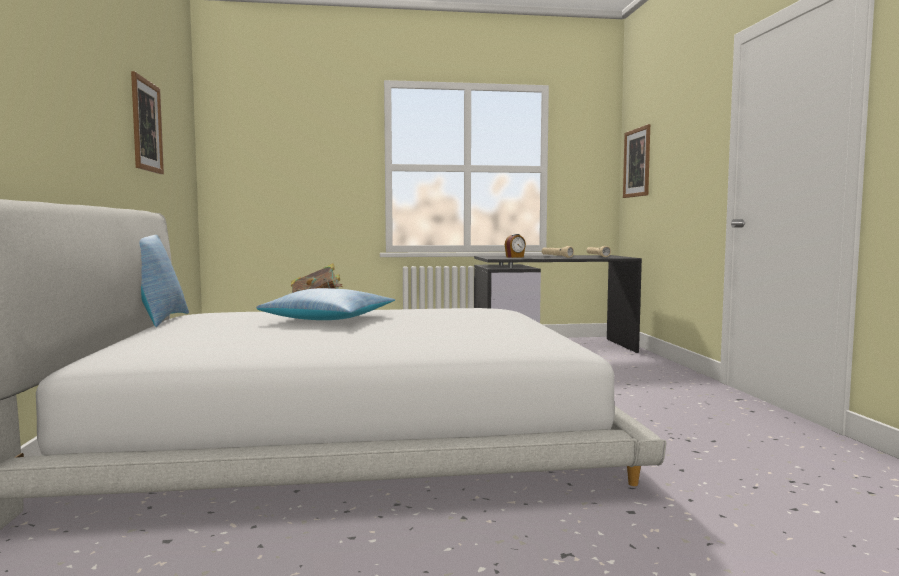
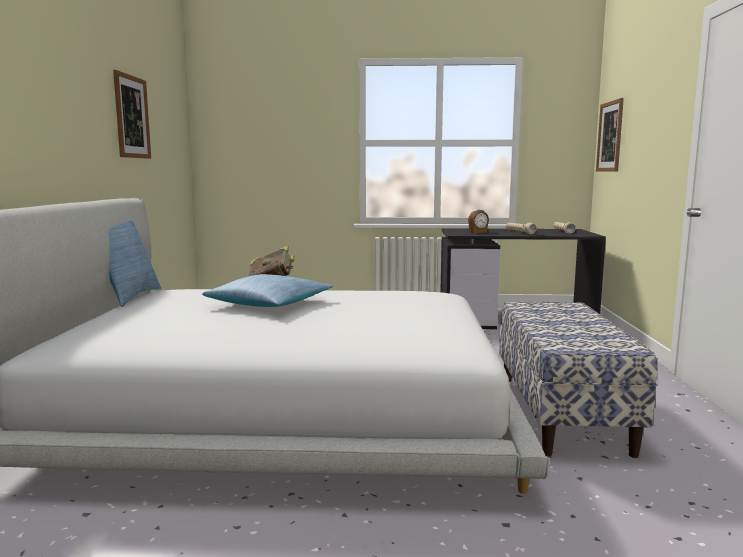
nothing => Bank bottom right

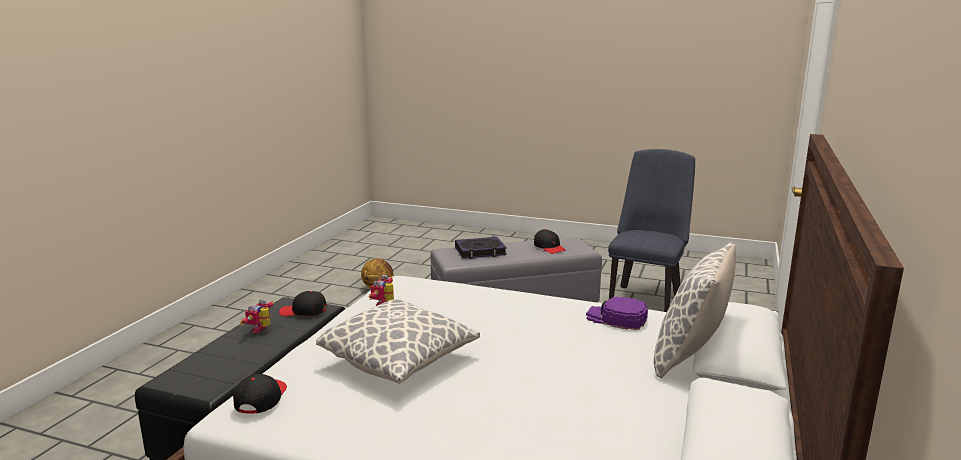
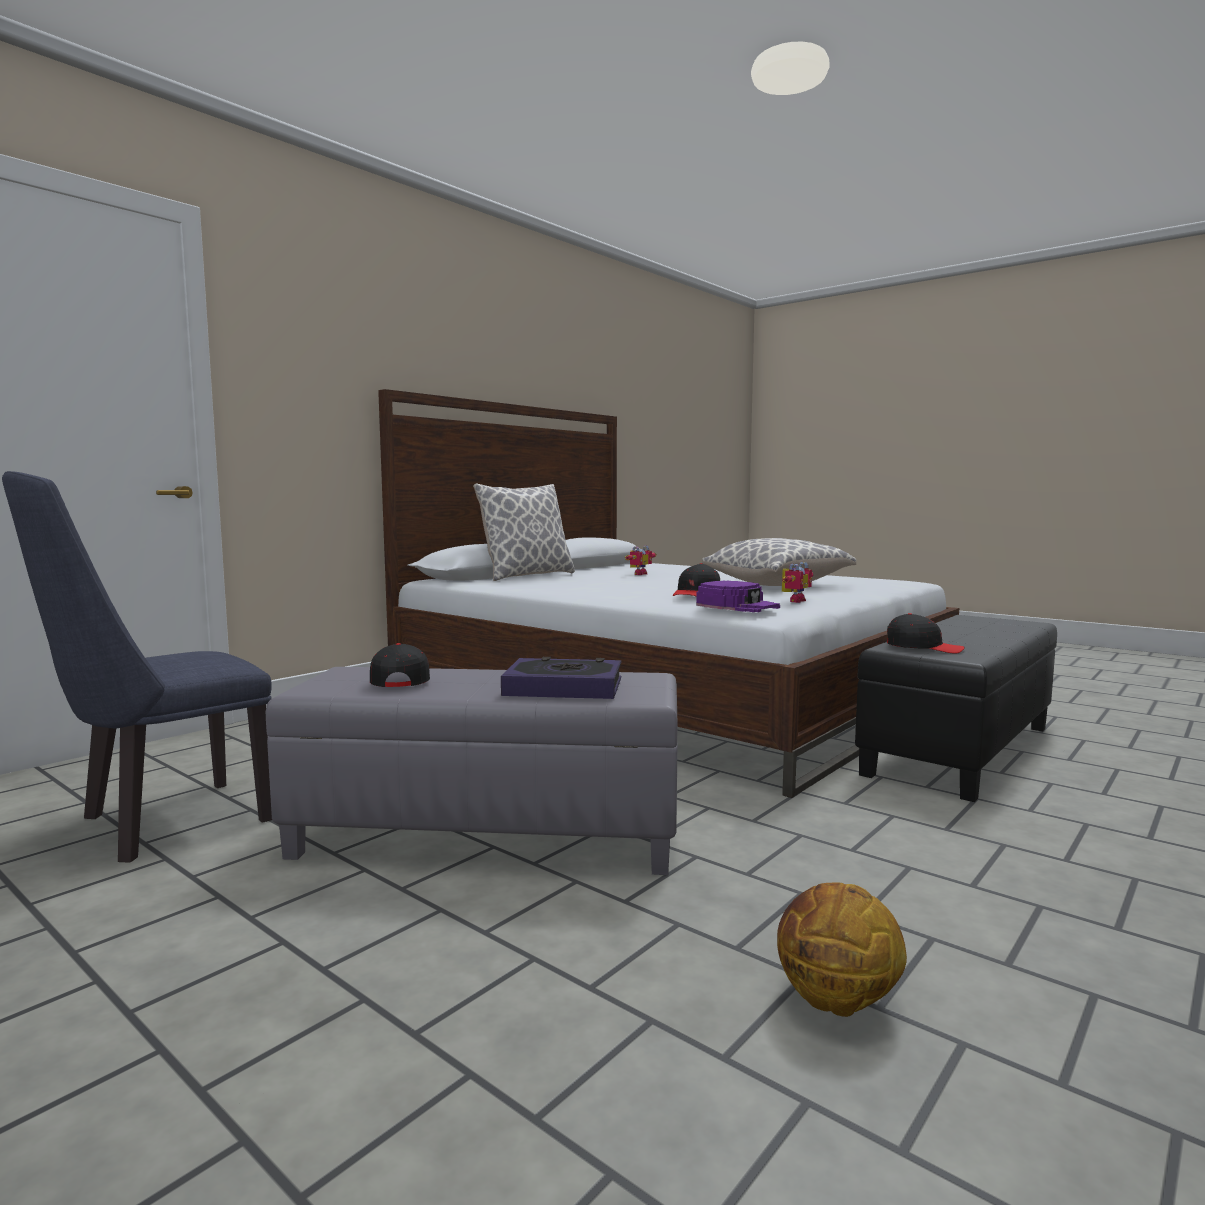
Kappe/schwarz (no. 1 from left in the first image) bottom left => Kappe/schwarz (no. 2 from left) centre, relocated
Spielzeugroboter (no. 1 from left) bottom left => Spielzeugroboter (no. 1 from left) centre, relocated
Kappe/lila bottom centre => Kappe/lila centre, relocated

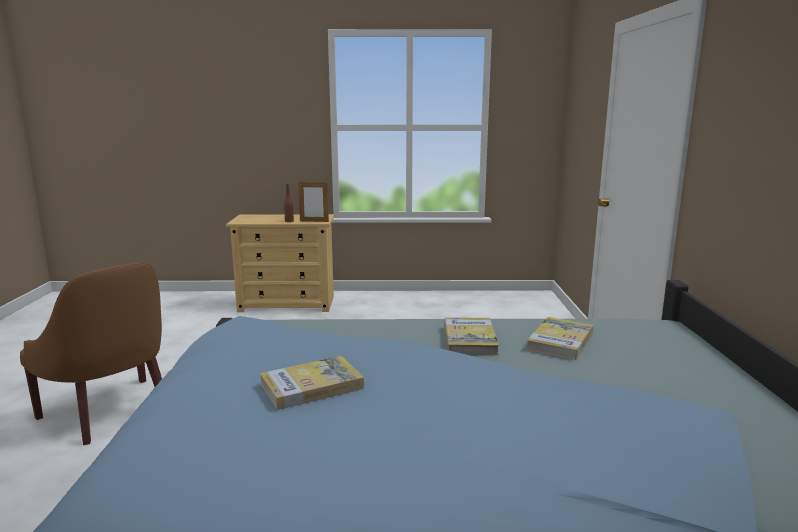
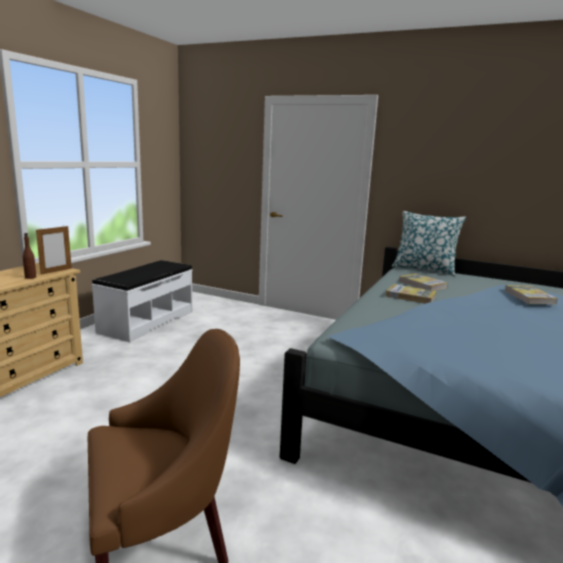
Buch (no. 1 from left in the first image) bottom centre => Buch (no. 3 from left) middle right, relocated
nothing => Bank/weiß middle left
nothing => Kissen middle right

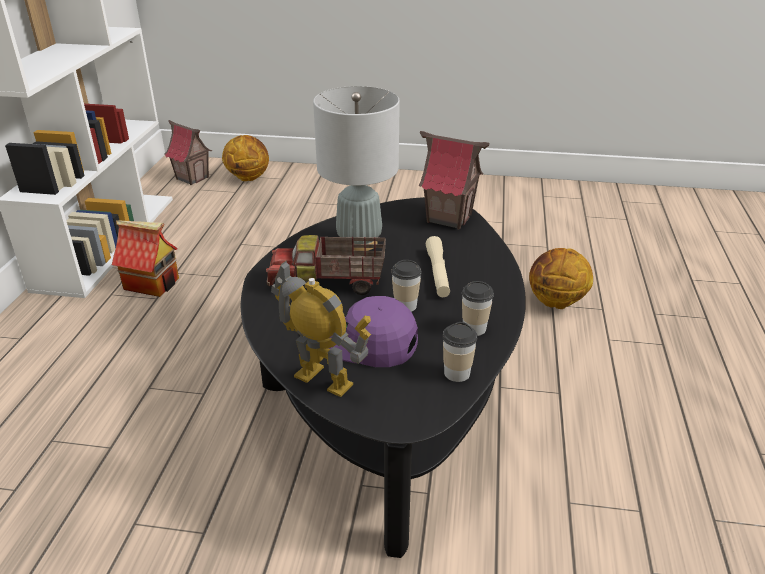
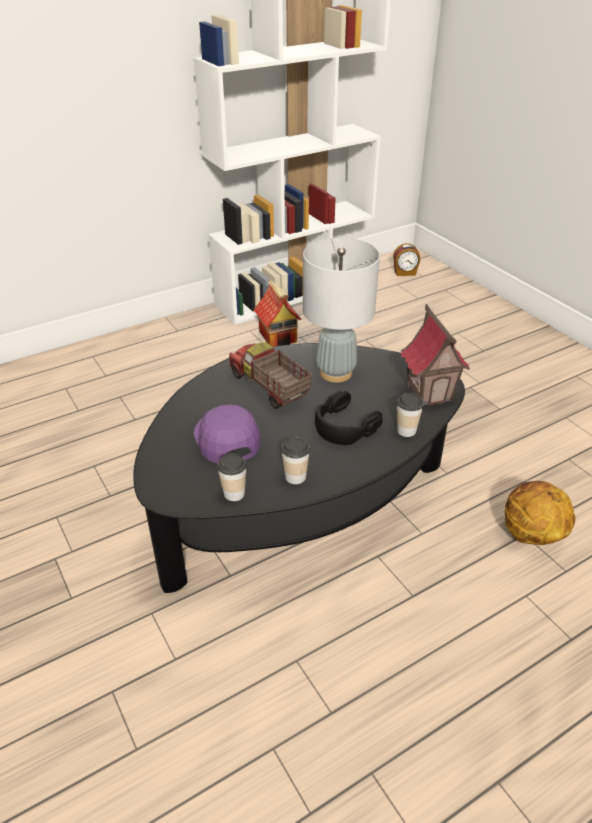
Spielzeughaus (no. 2 from left) top left => Wecker top right
Basketball (no. 1 from left) top left => nothing
Spielzeugroboter centre => nothing
Tasse (no. 1 from left in the first image) centre => Tasse (no. 3 from left) middle right, relocated
Taschenlampe/beige centre => Kopfhörer/schwarz centre

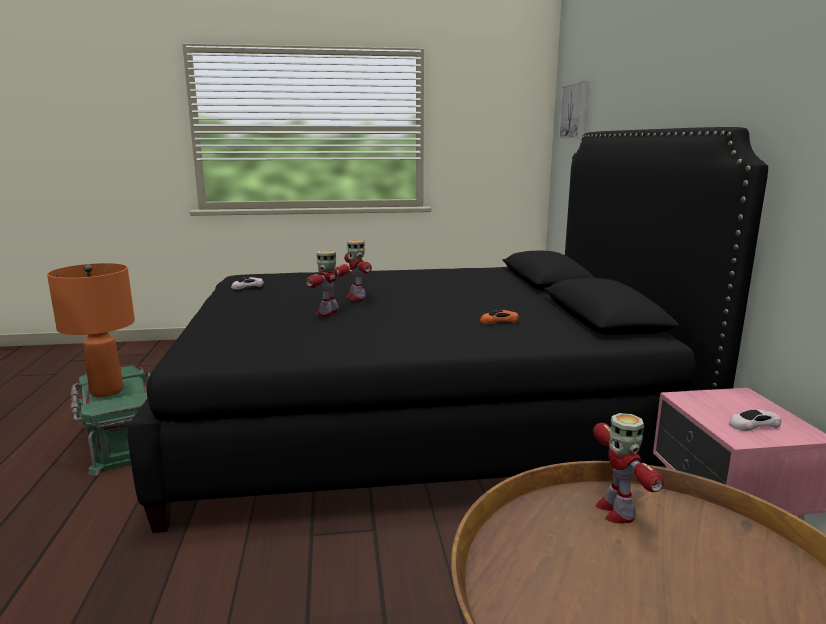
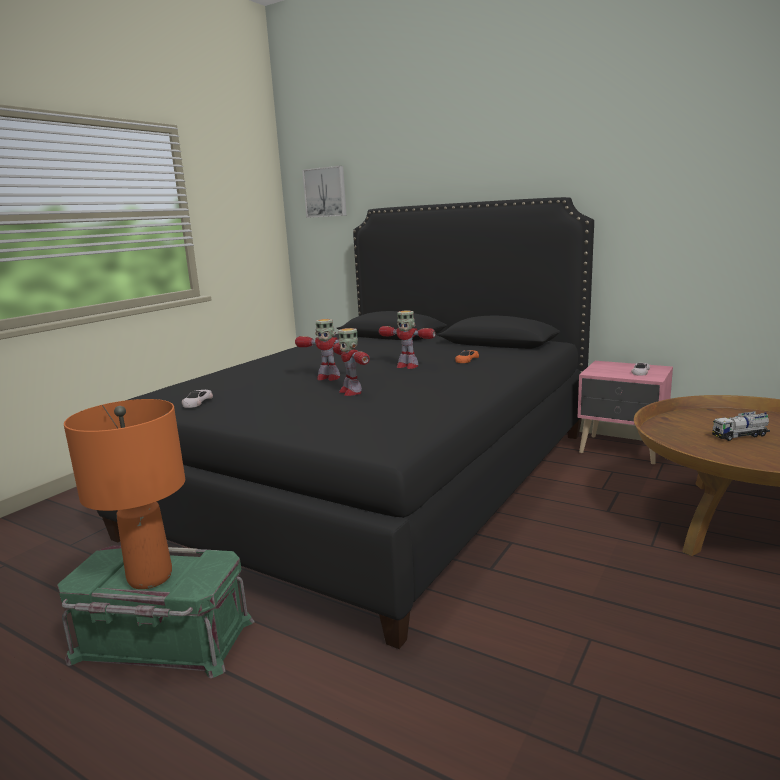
Spielzeugroboter (no. 3 from left) bottom right => Spielzeugroboter (no. 3 from left) centre, relocated
nothing => Spielzeuglaster middle right

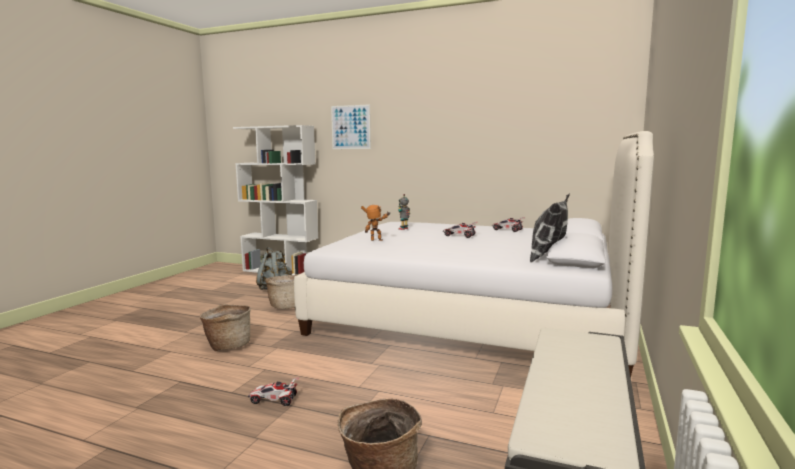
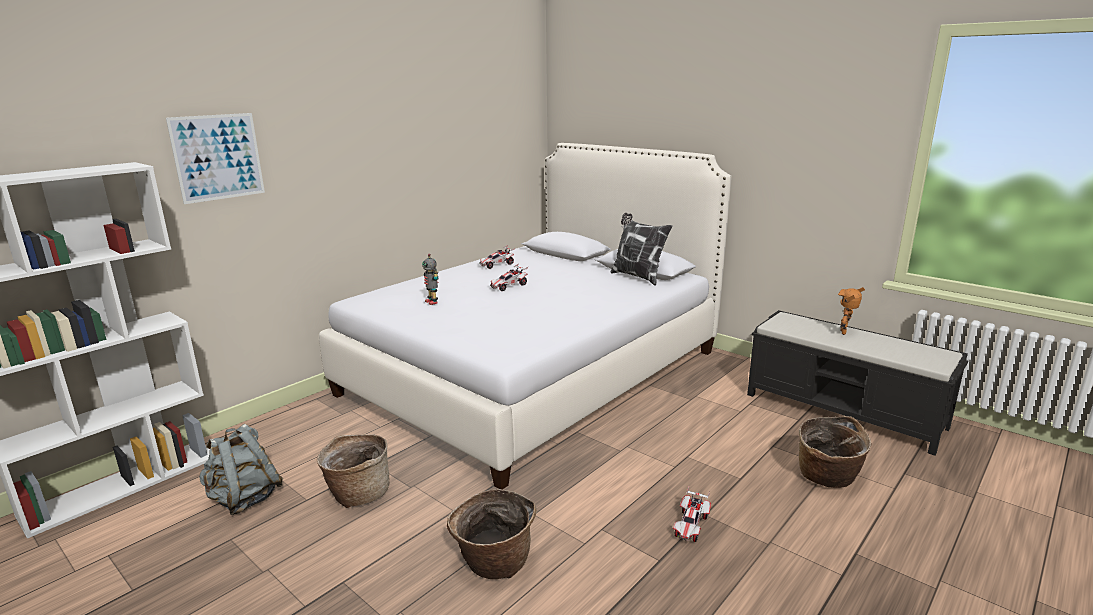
Spielzeugroboter (no. 1 from left in the first image) centre => Spielzeugroboter (no. 2 from left) middle right, relocated

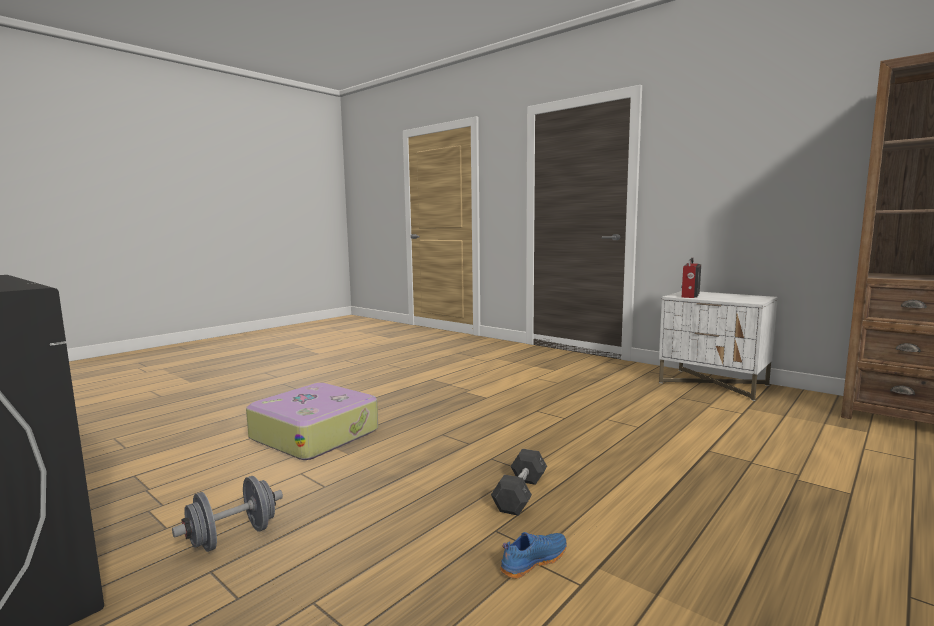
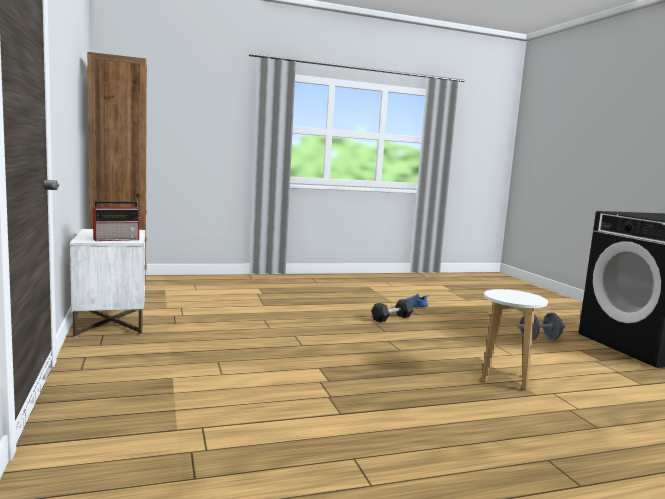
Koffer bottom centre => Hocker/weiß bottom right

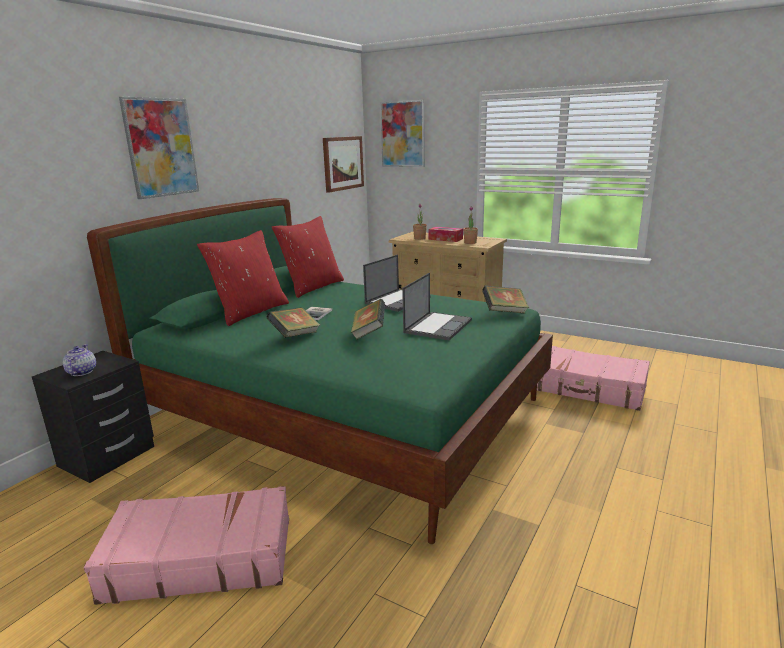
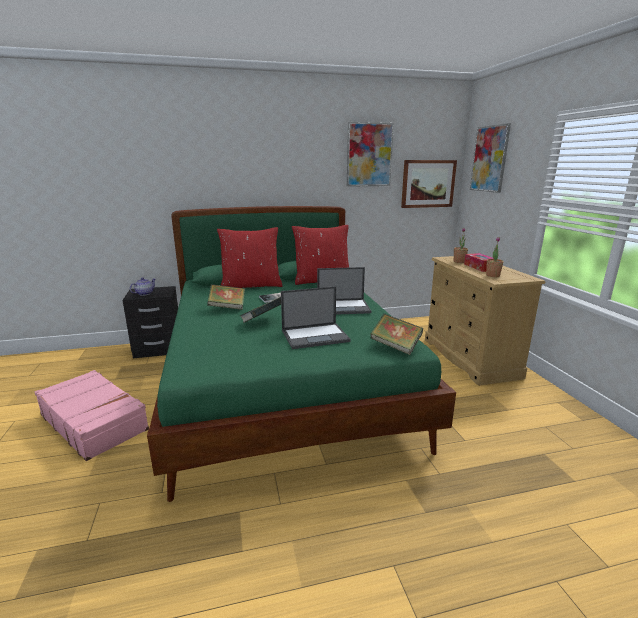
Bild (no. 1 from left) top left => Bild (no. 1 from left) top centre, relocated
Koffer/rosa (no. 2 from left) middle right => nothing

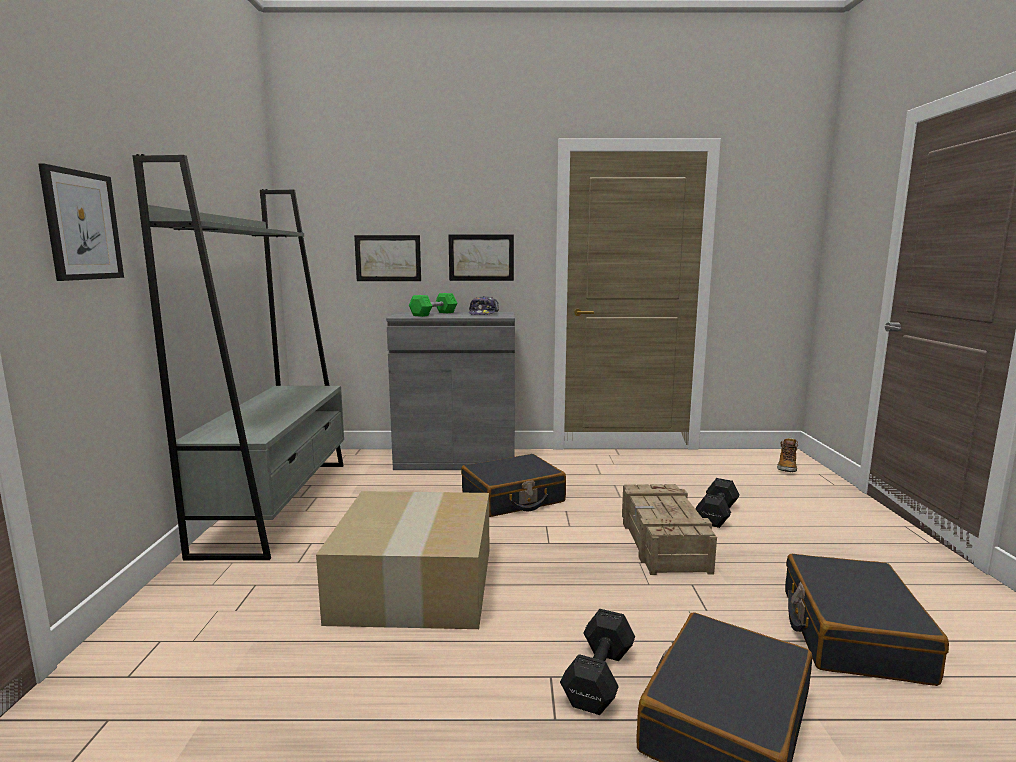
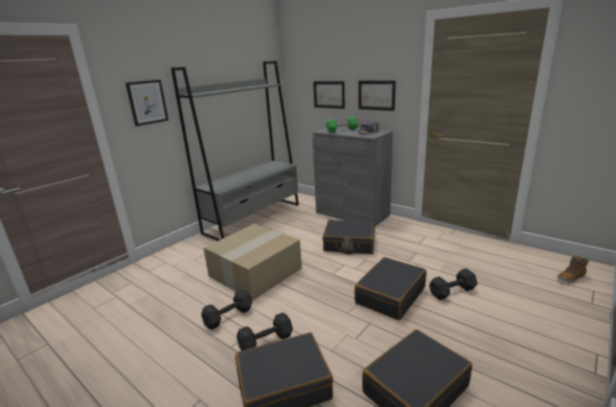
Kiste bottom centre => Koffer/schwarz (no. 3 from left) bottom centre
nothing => Hantel/schwarz (no. 1 from left) bottom centre

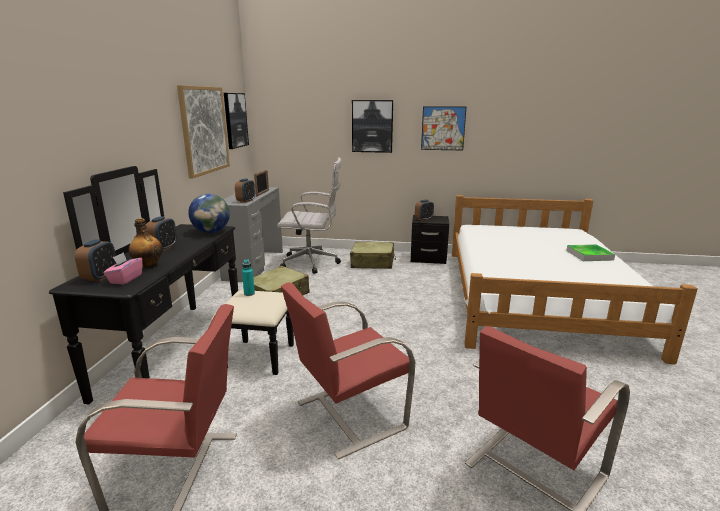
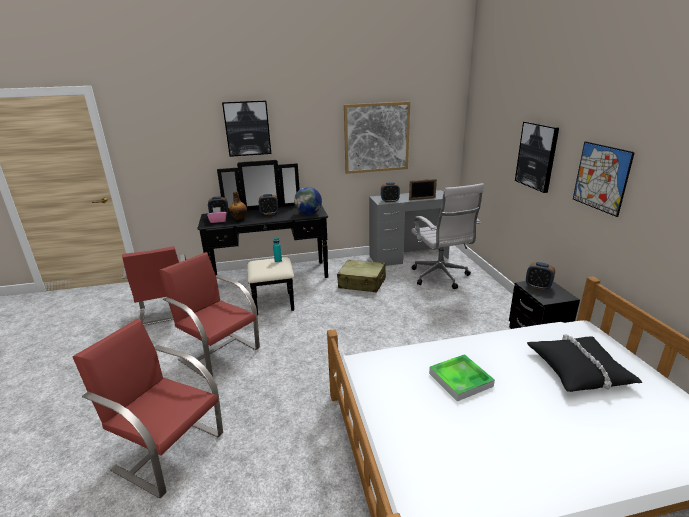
Bild (no. 2 from left in the first image) top left => Bild (no. 1 from left) top centre, relocated
Koffer/beige (no. 2 from left) centre => nothing
Tablett middle right => Tablett bottom right, relocated
nothing => Kissen/schwarz bottom right

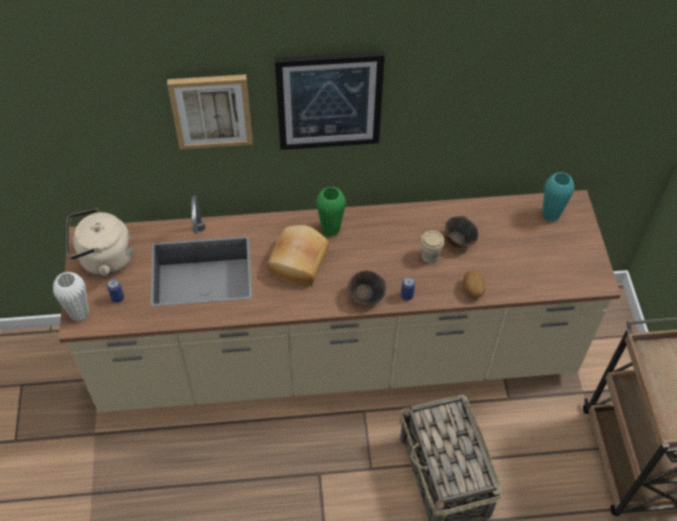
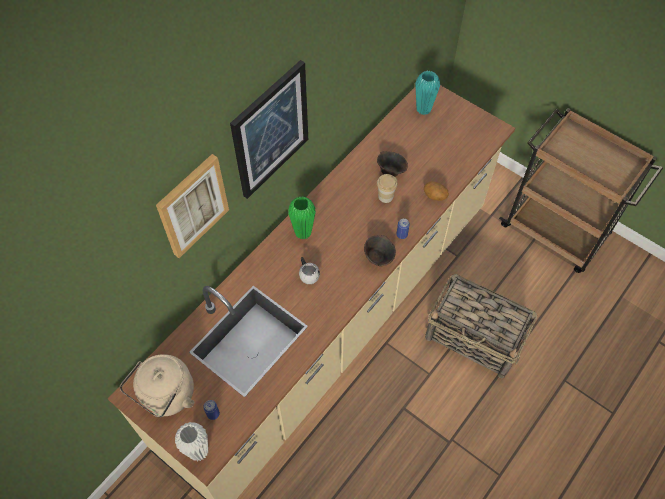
Brot centre => Henkelbecher/weiß centre

